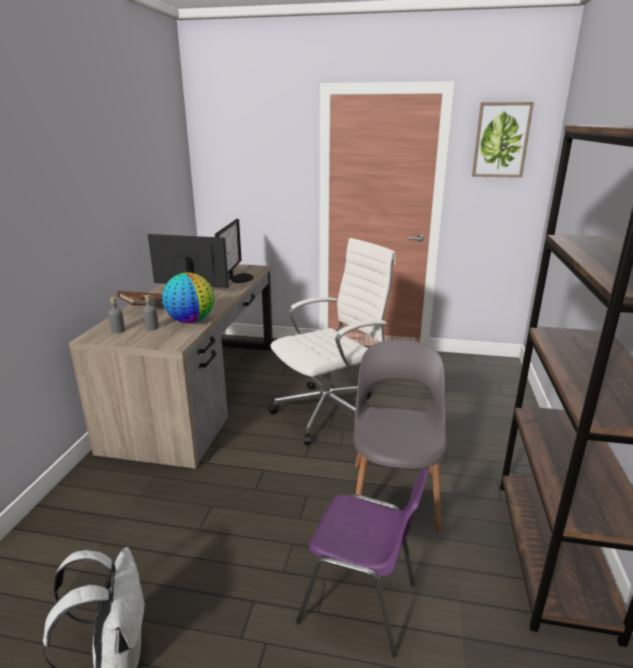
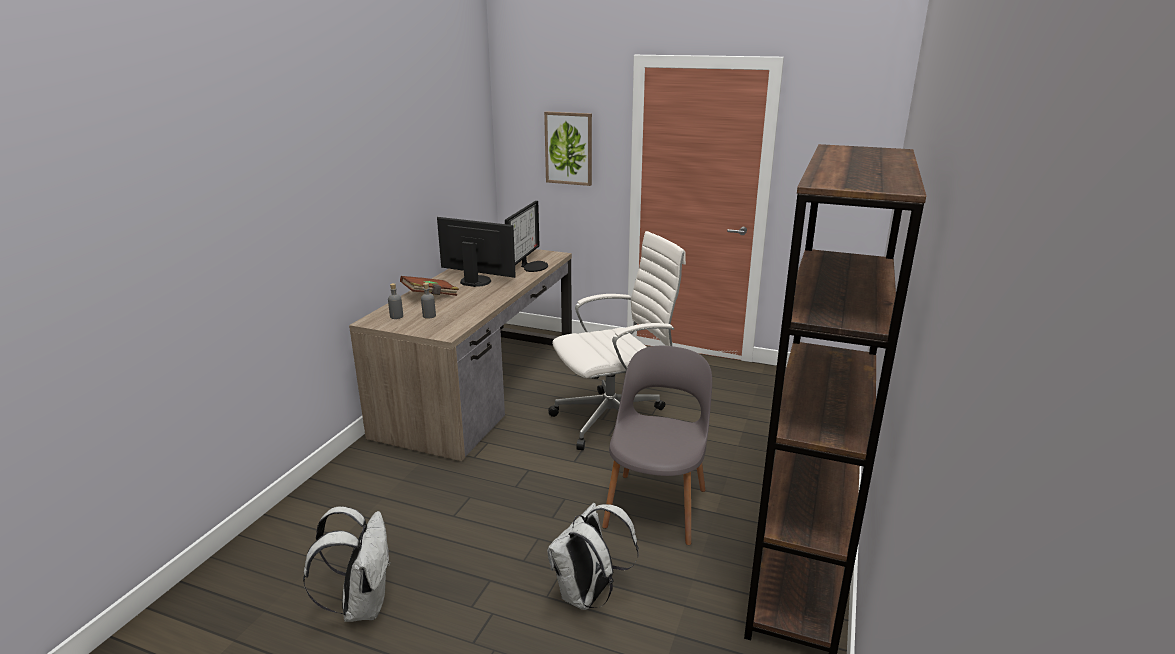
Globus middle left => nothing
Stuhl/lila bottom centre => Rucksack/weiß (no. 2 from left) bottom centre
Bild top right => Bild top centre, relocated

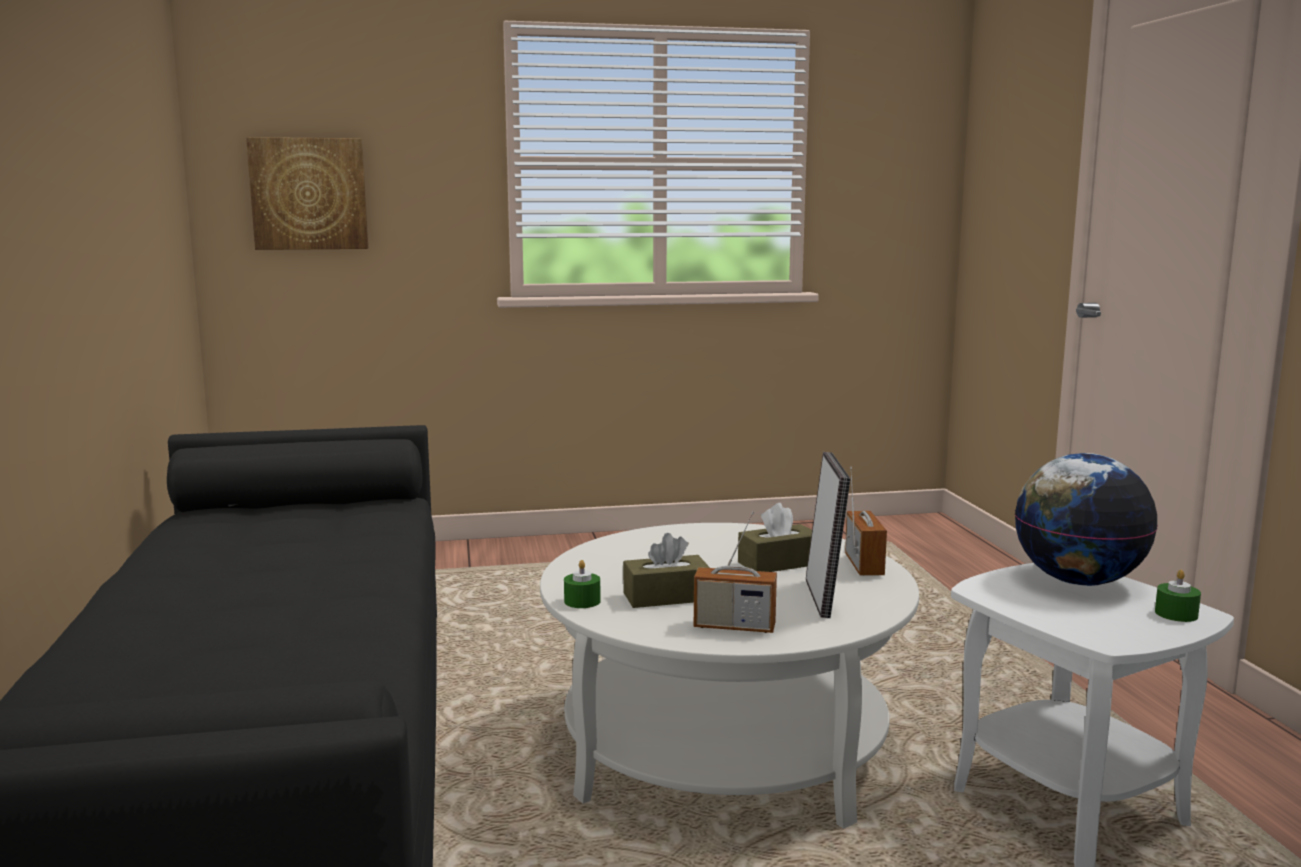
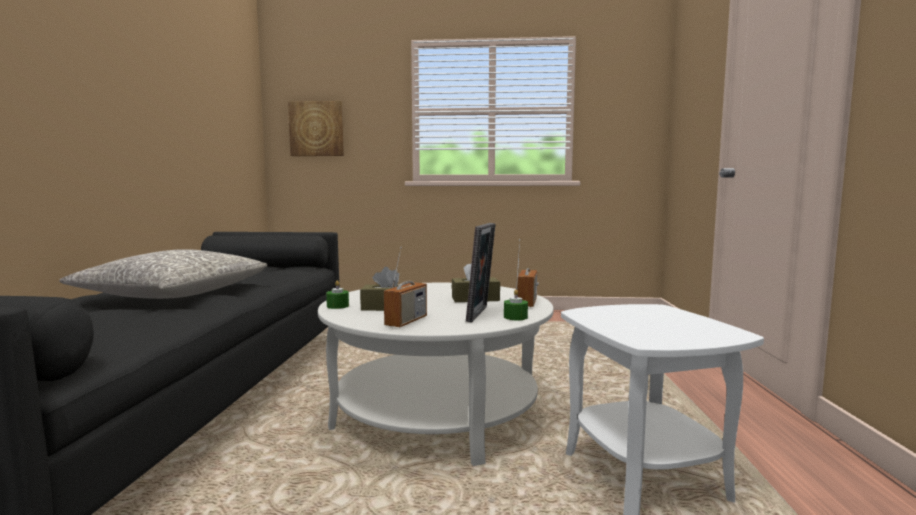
Radio (no. 1 from left) centre, 90 degrees counterclockwise
Globus middle right => nothing
Kerze/grün (no. 2 from left) bottom right => Kerze/grün (no. 2 from left) centre, relocated
nothing => Kissen/grau middle left

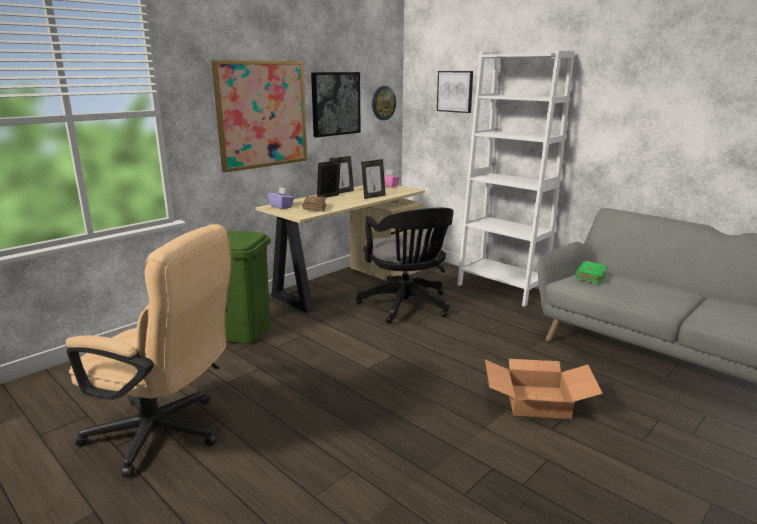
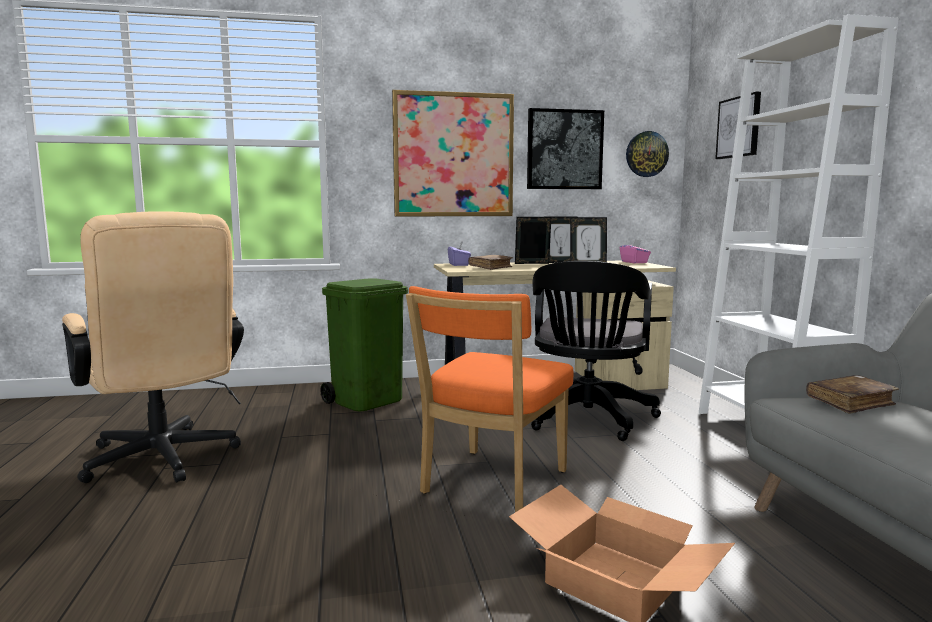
Buch/grün middle right => Buch/braun (no. 2 from left) middle right
nothing => Stuhl/orange centre

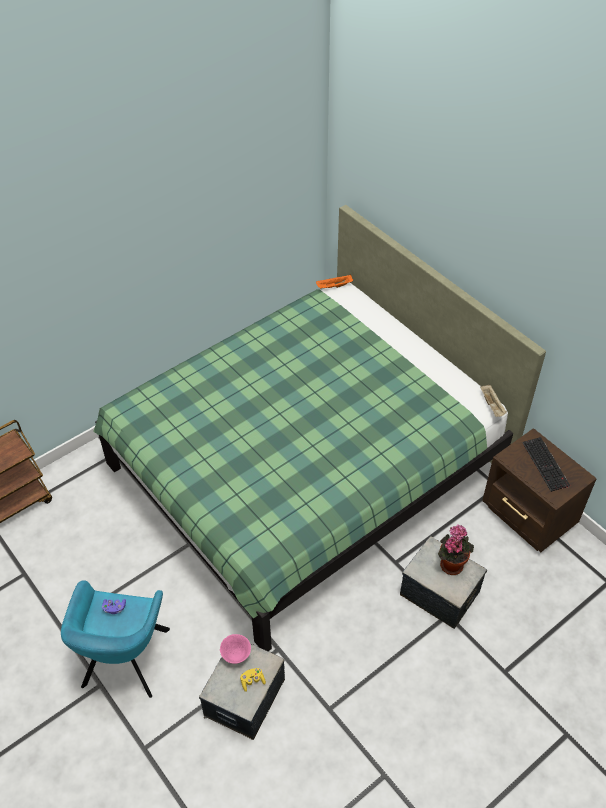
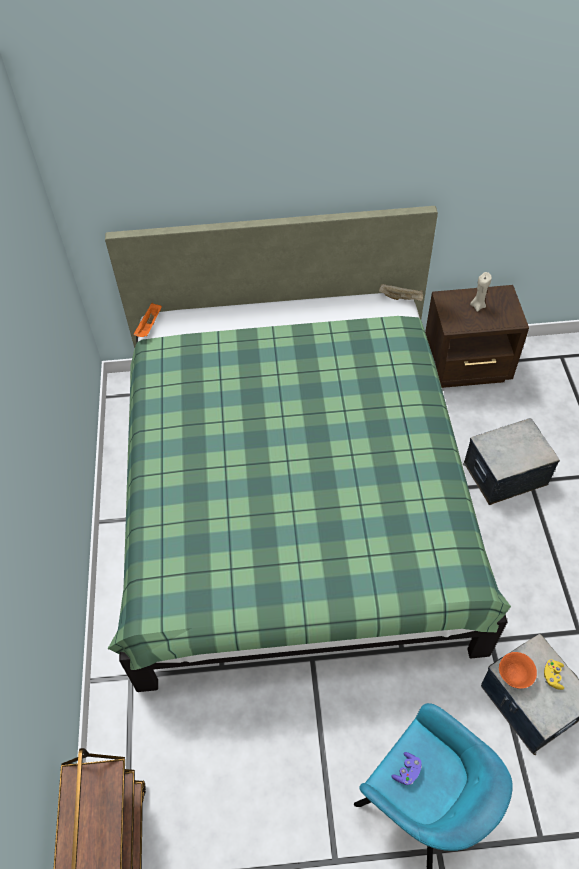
Schüssel/rosa bottom centre => Schüssel/orange bottom right
Topfpflanze bottom right => nothing
Tastatur middle right => Kerze/beige middle right

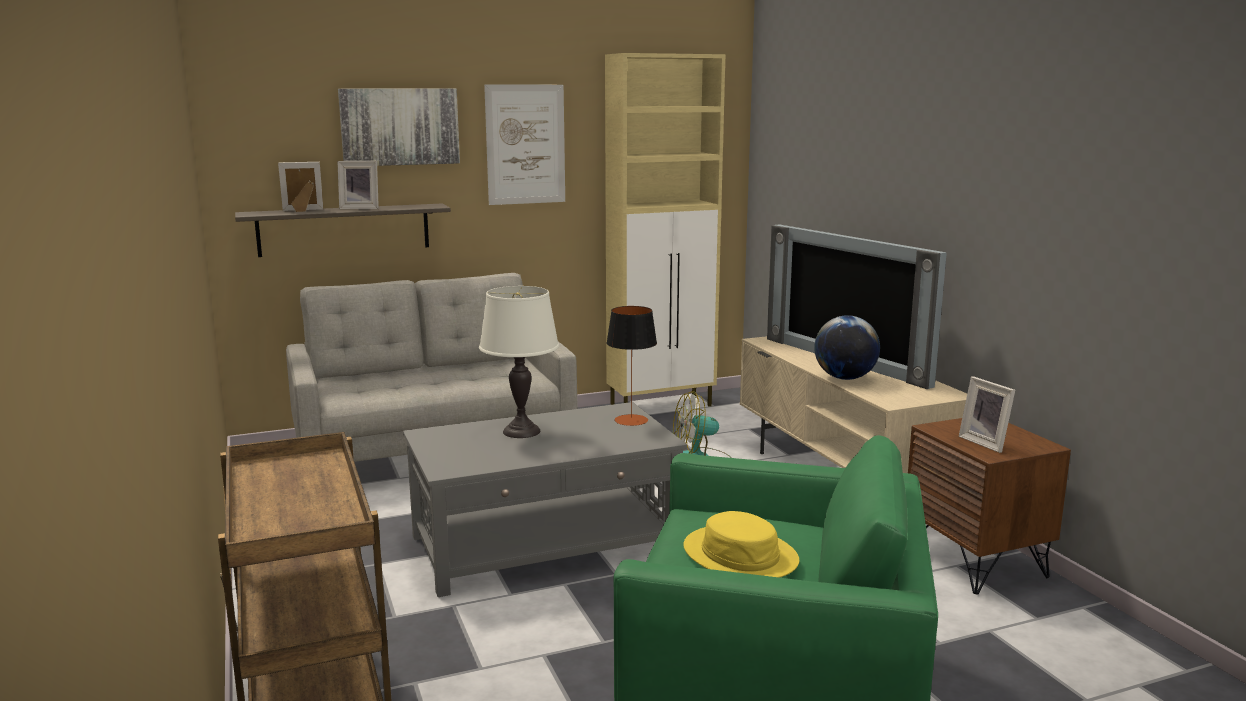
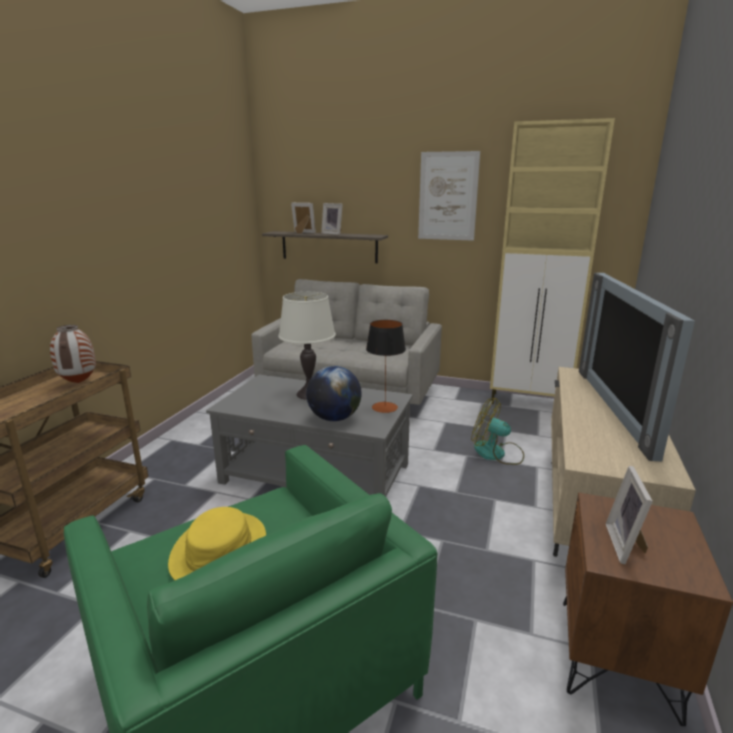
Bild (no. 1 from left) top left => nothing
Globus middle right => Globus centre, relocated
nothing => Vase middle left

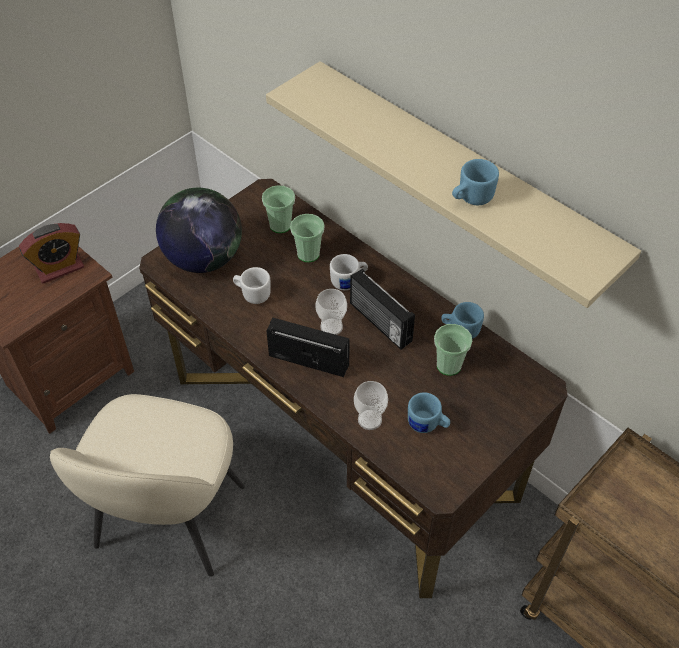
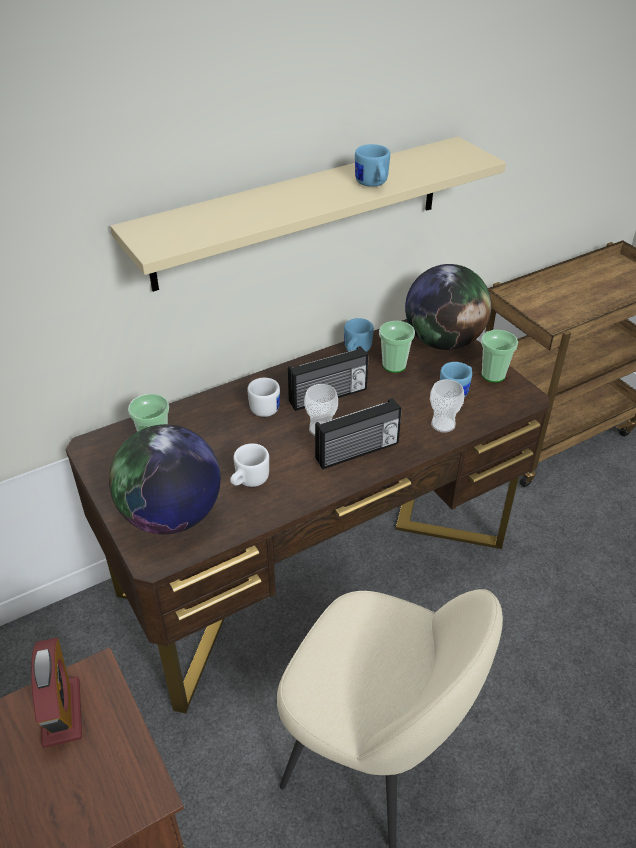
Radio (no. 1 from left in the first image) centre => Radio (no. 2 from left) centre, 150 degrees counterclockwise
Tasse (no. 2 from left in the first image) centre => Tasse (no. 5 from left) middle right, relocated
nothing => Globus (no. 2 from left) middle right

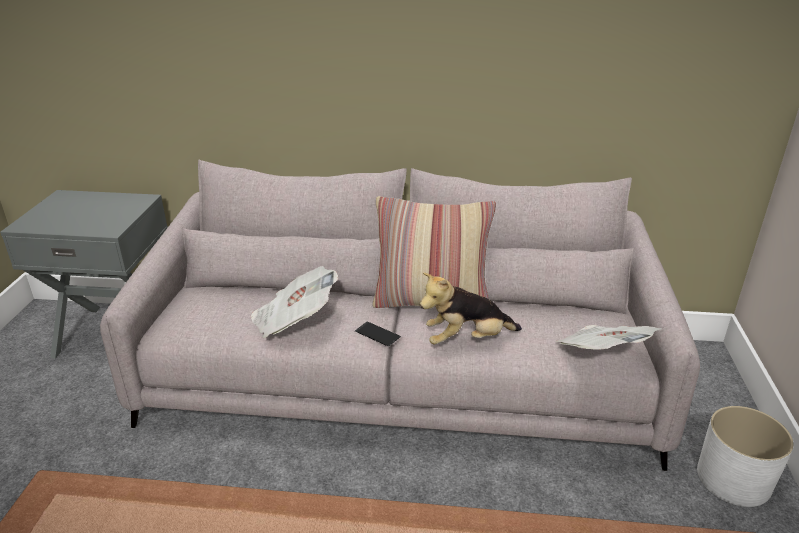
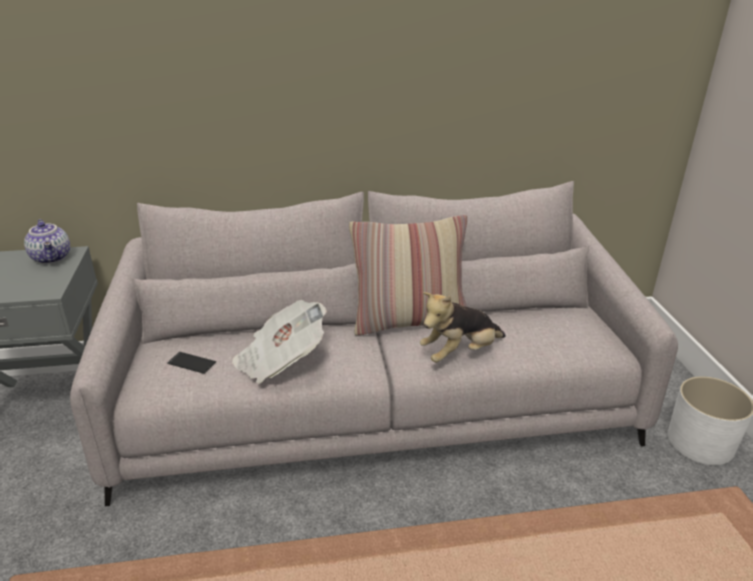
Handy centre => Handy middle left, relocated
Zeitung (no. 2 from left) middle right => nothing
nothing => Teekanne middle left

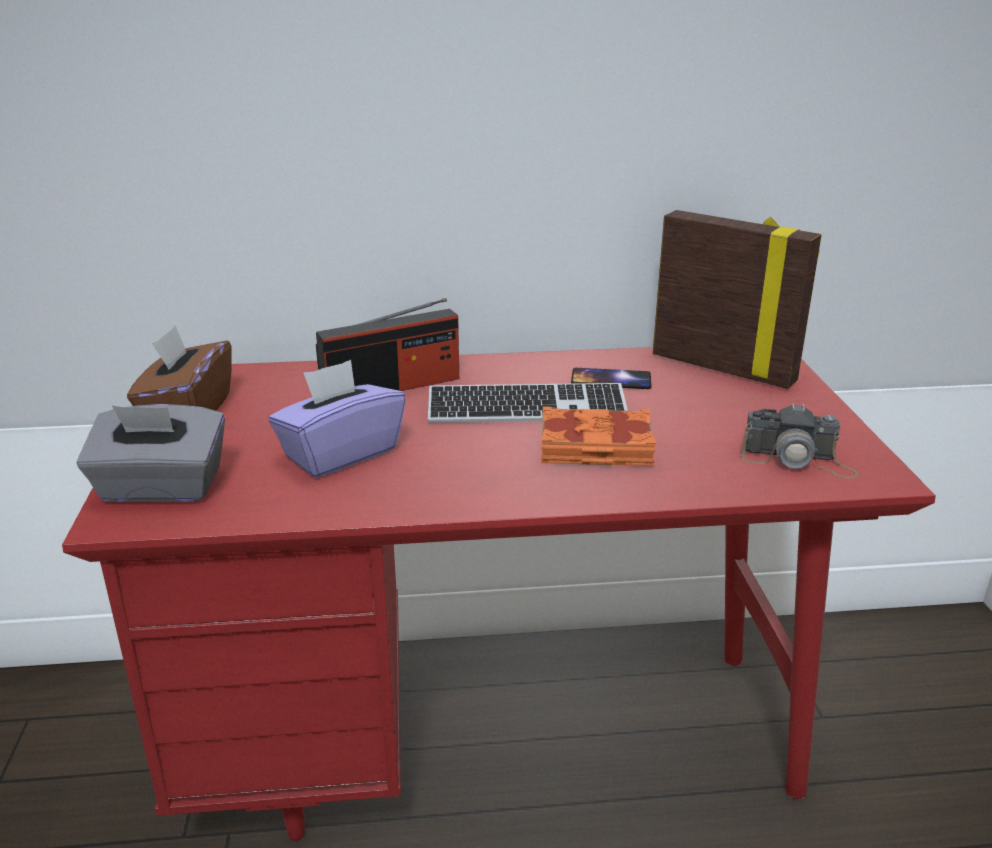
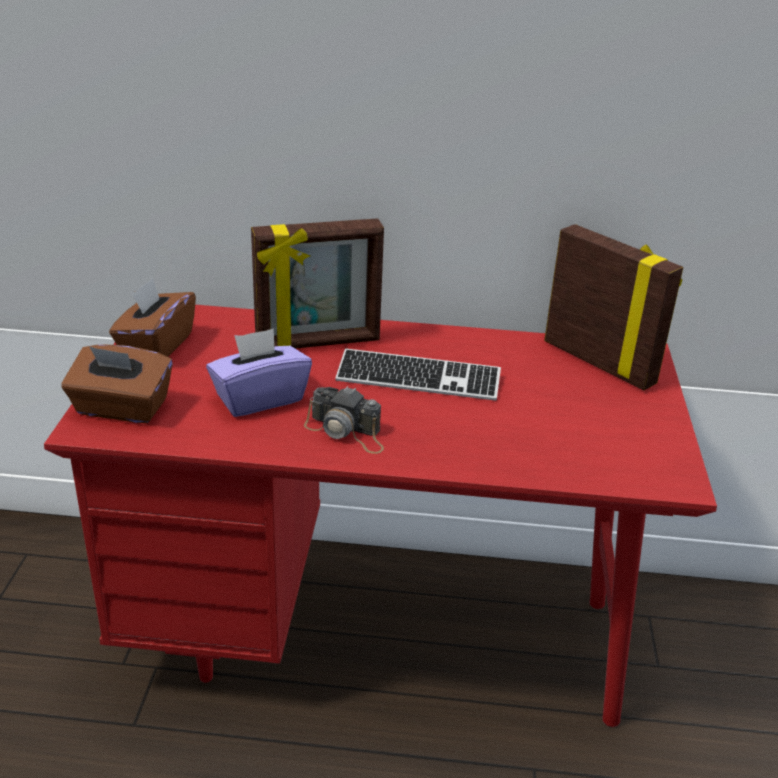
Taschentuchbox/grau middle left => Taschentuchbox/braun (no. 1 from left) middle left
Radio centre => Bilderrahmen (no. 1 from left) centre
Buch/orange centre => nothing
Handy centre => nothing
Kamera middle right => Kamera centre, relocated

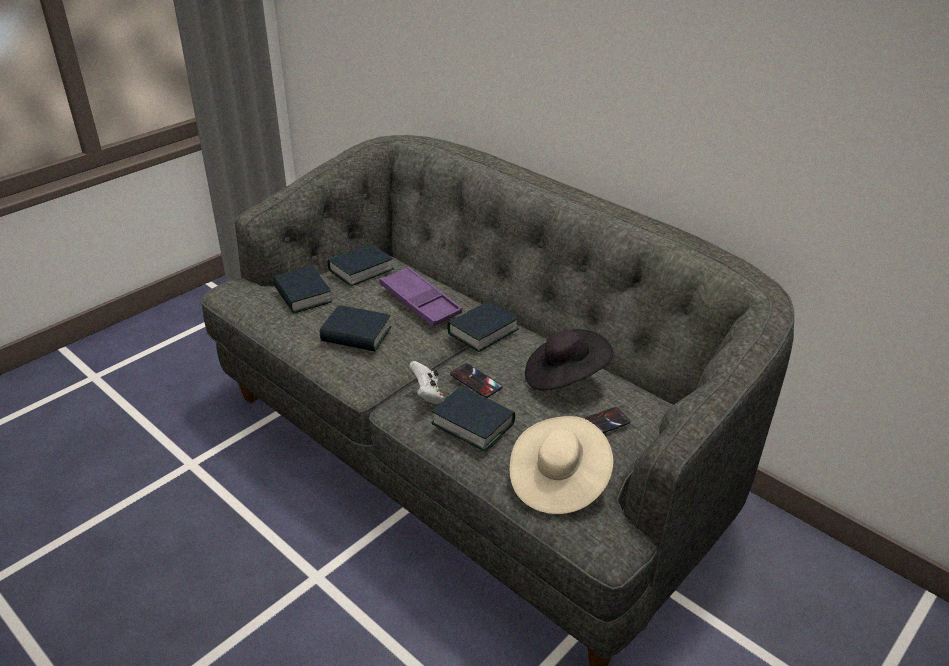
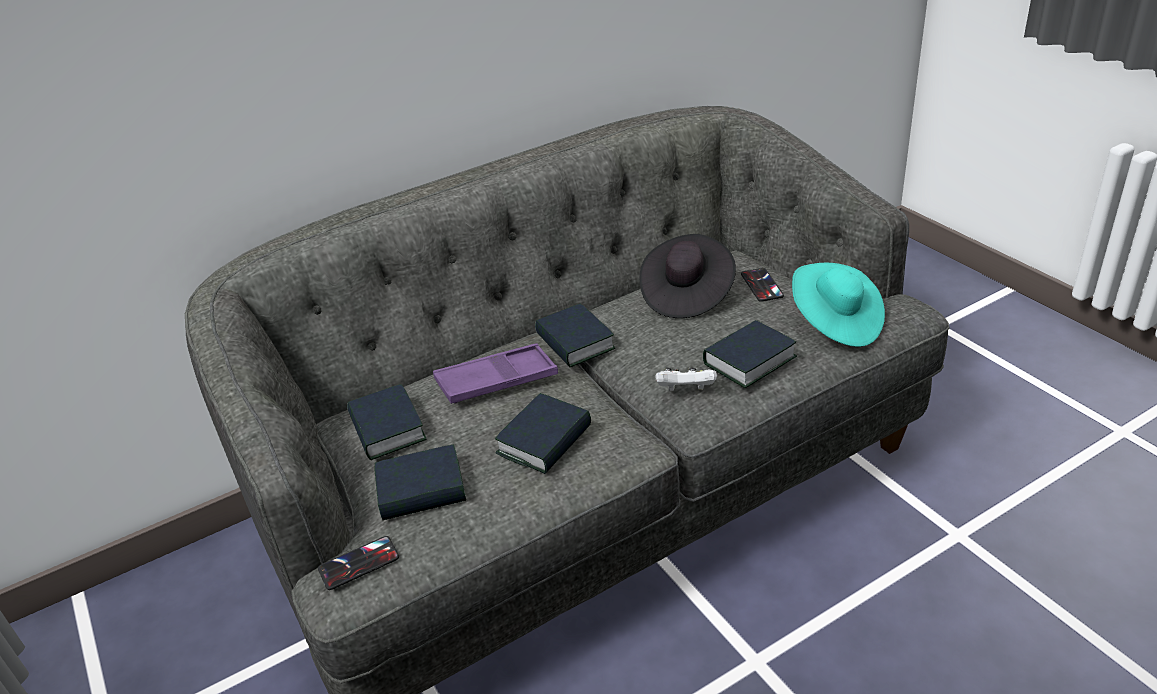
Handy (no. 1 from left) centre => Handy (no. 1 from left) bottom left, relocated
Hut/beige bottom centre => Hut/türkis middle right

